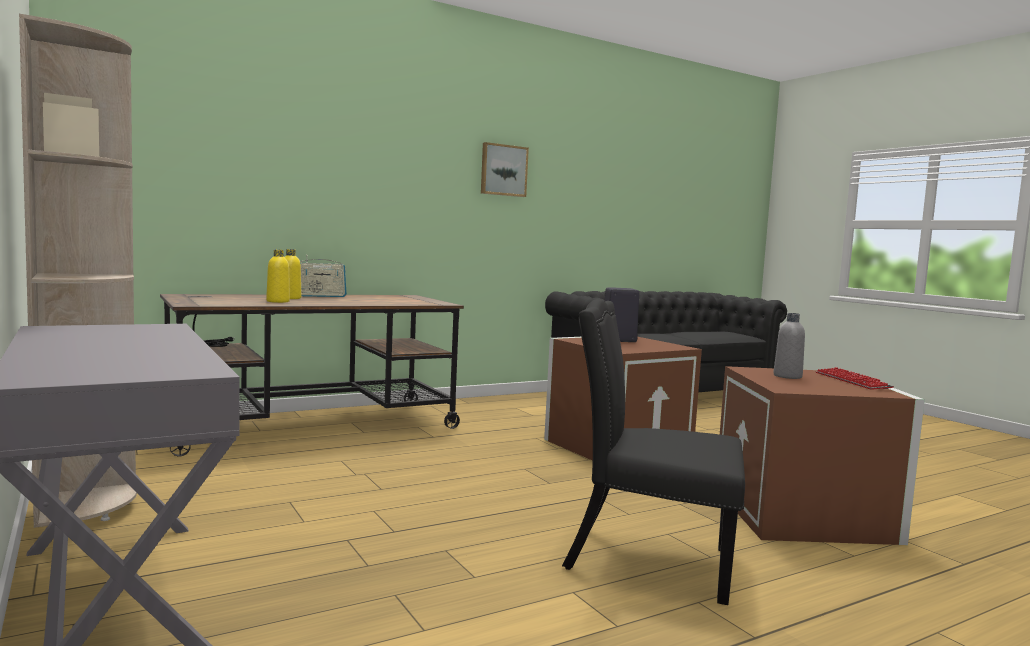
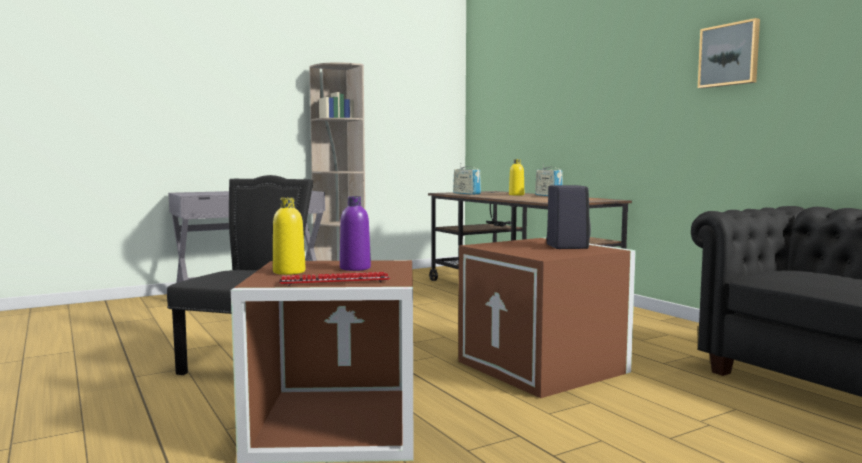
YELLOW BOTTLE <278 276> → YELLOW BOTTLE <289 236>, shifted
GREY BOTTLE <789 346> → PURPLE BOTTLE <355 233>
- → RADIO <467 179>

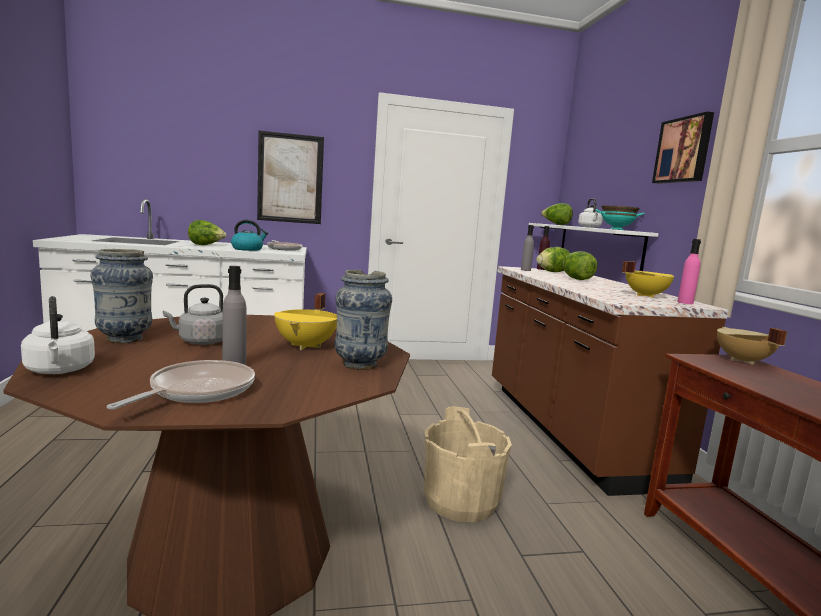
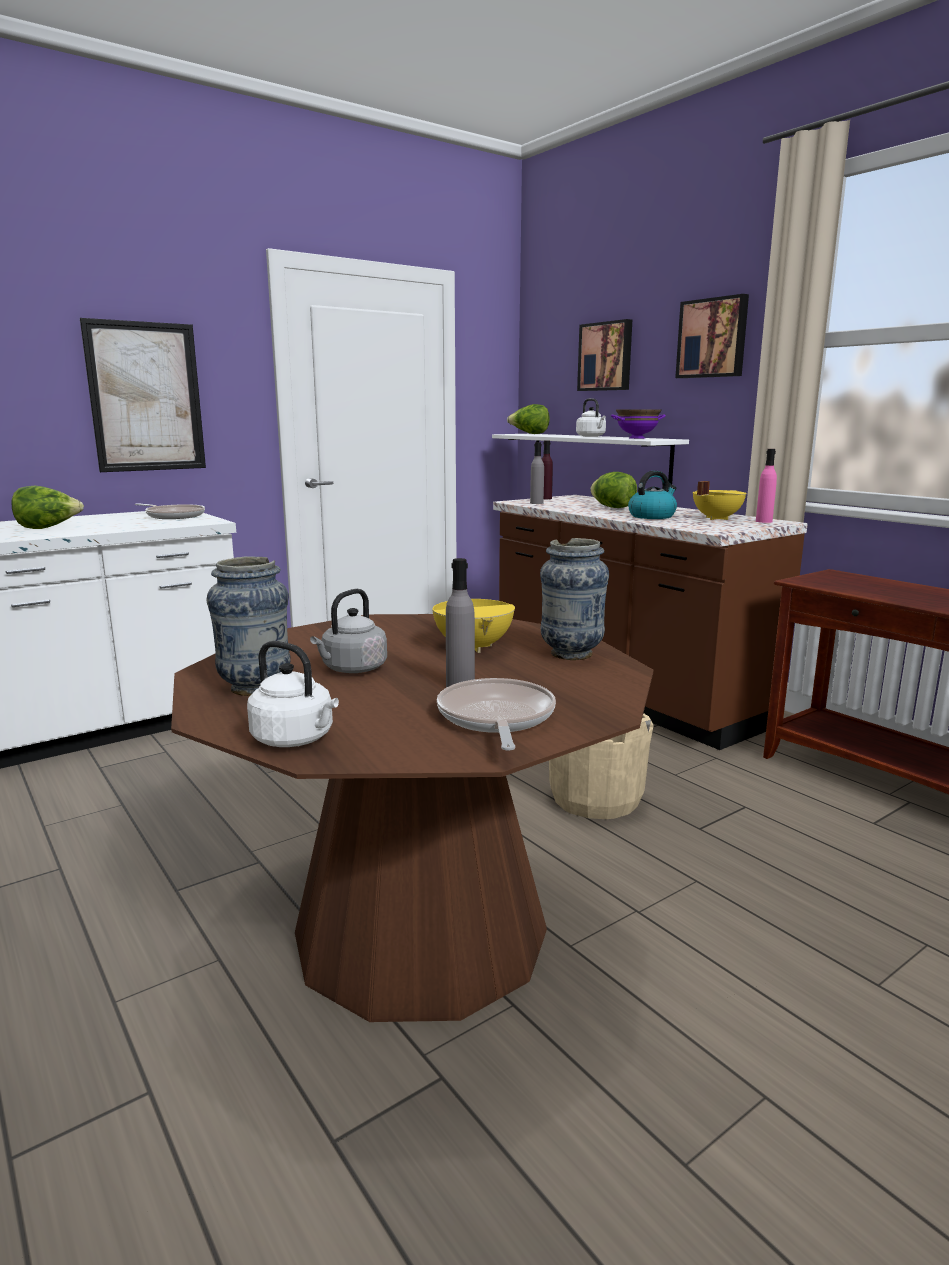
- → PICTURE <604 355>
TURQUOISE BOWL <620 218> → PURPLE BOWL <638 424>
KETTLE <249 235> → KETTLE <652 495>, shifted
LETTUCE <553 259> → -
BEIGE COOKING POT <752 346> → -

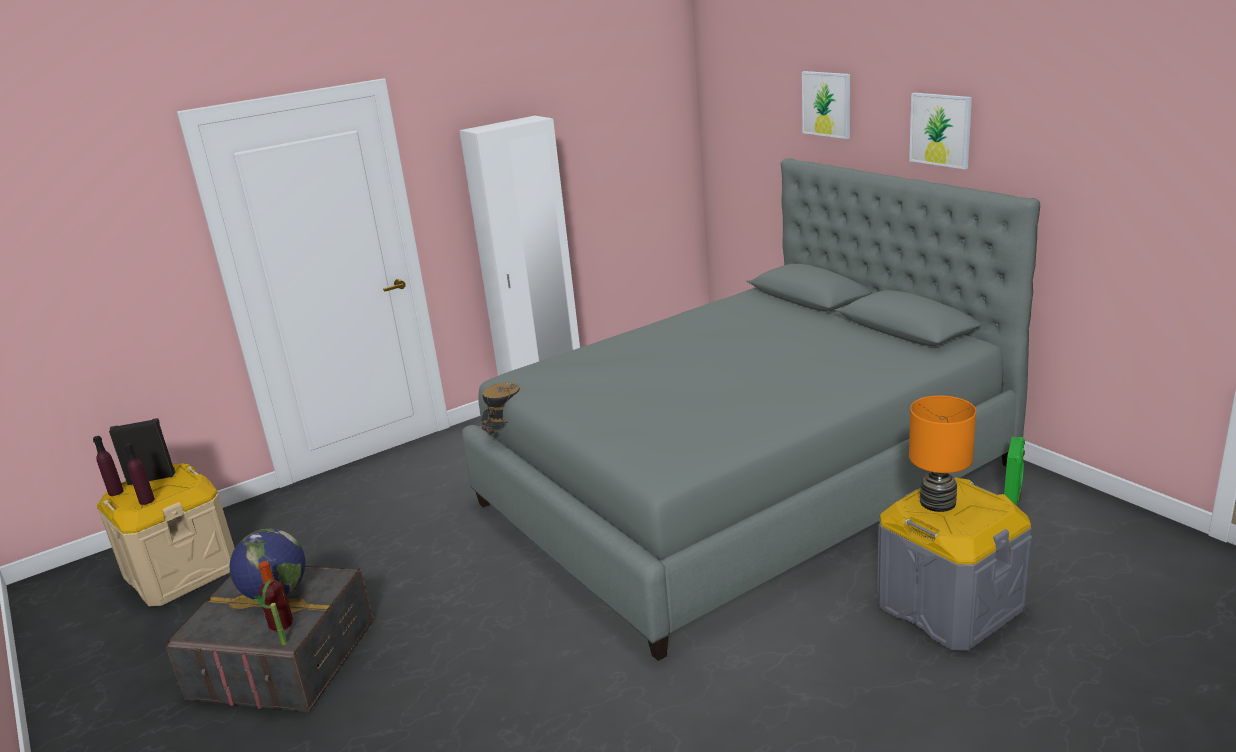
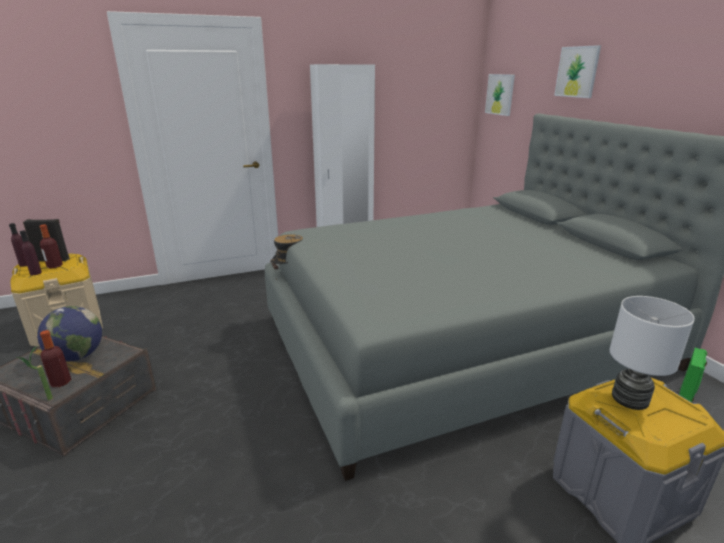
- → BOTTLE <51 246>
PICTURE <940 131> → PICTURE <500 95>, shifted
ORANGE TABLE LAMP <942 453> → WHITE TABLE LAMP <652 353>

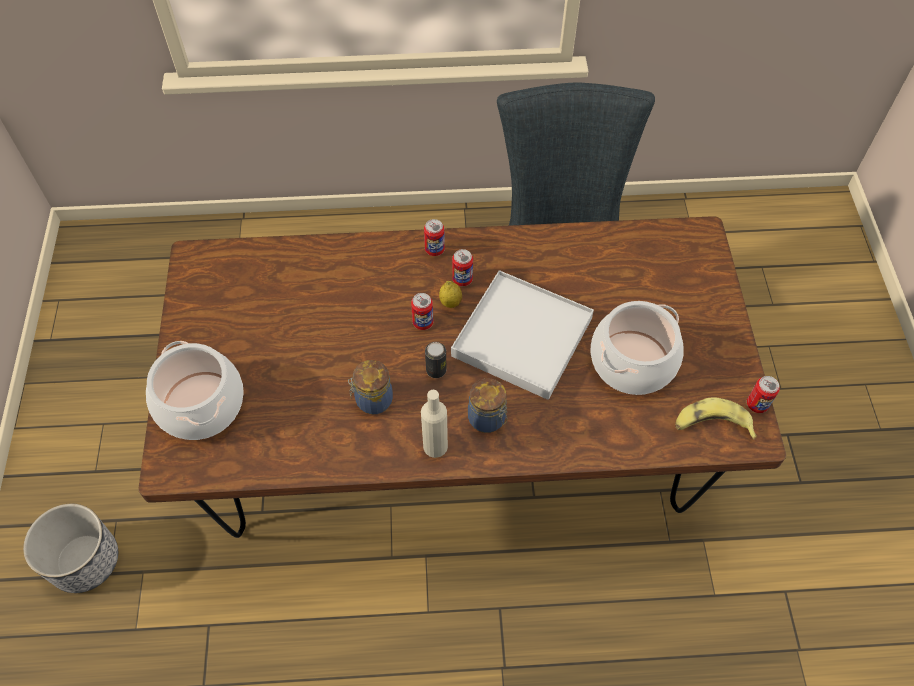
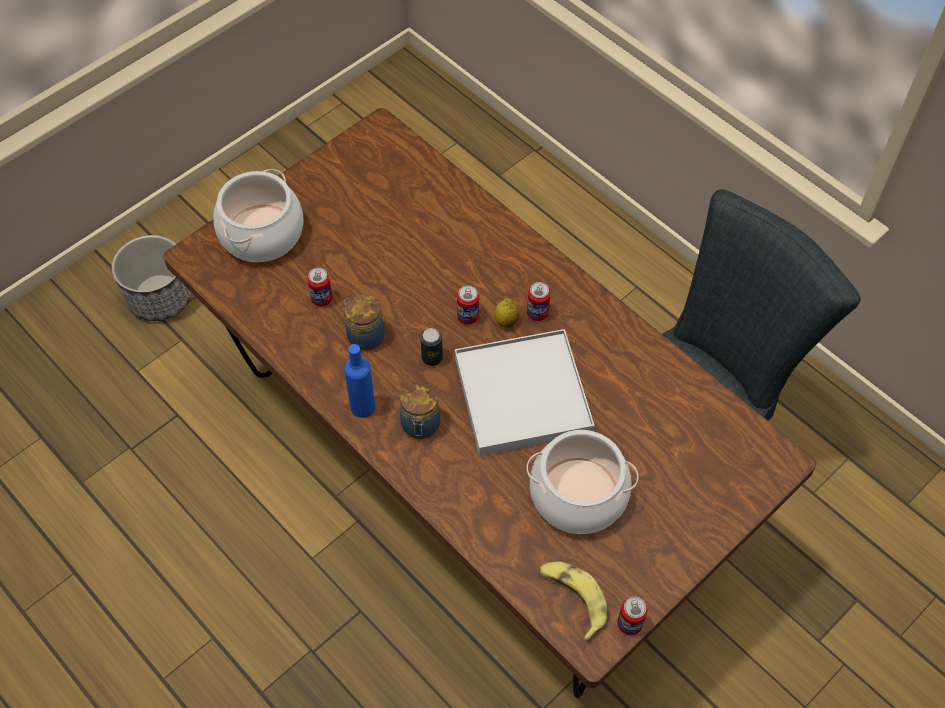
CAN <434 237> → CAN <320 287>, shifted
BEIGE BOTTLE <434 424> → BLUE BOTTLE <359 381>

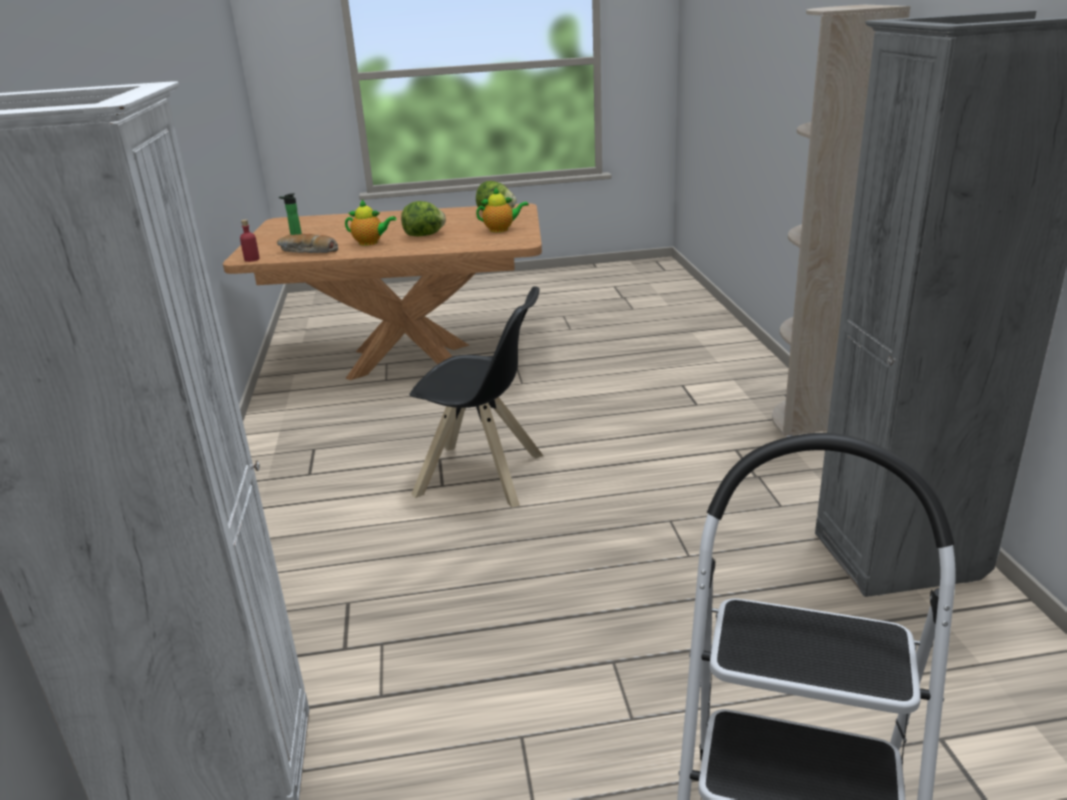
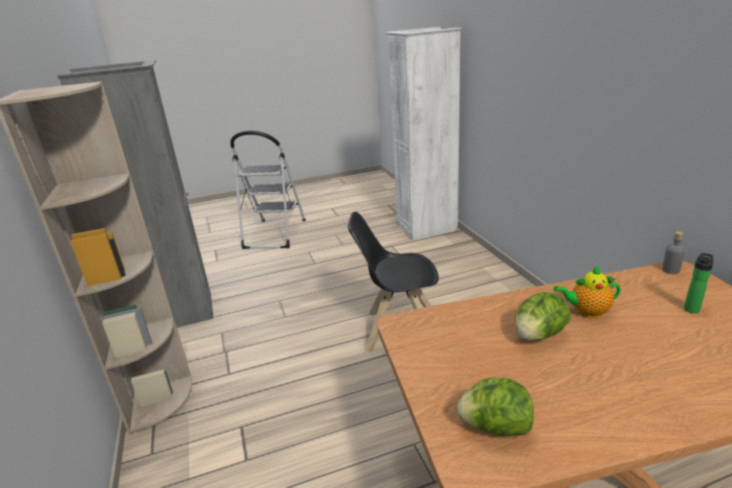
RED BOTTLE <250 240> → GREY BOTTLE <673 253>
BREAD <307 243> → -
TEAPOT <502 209> → -

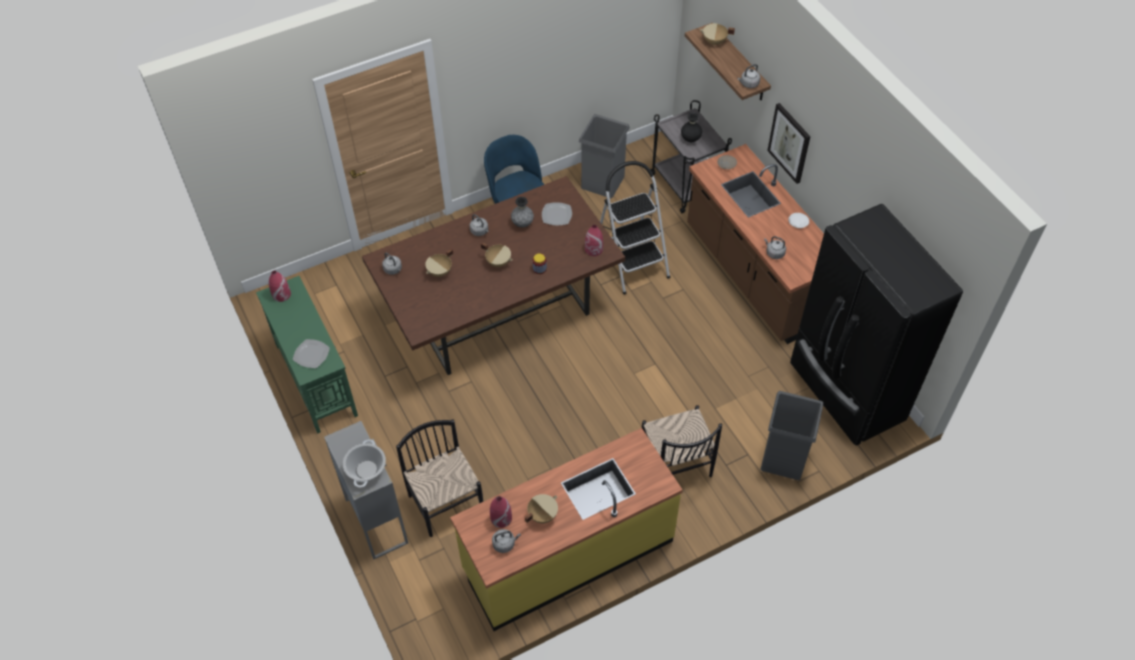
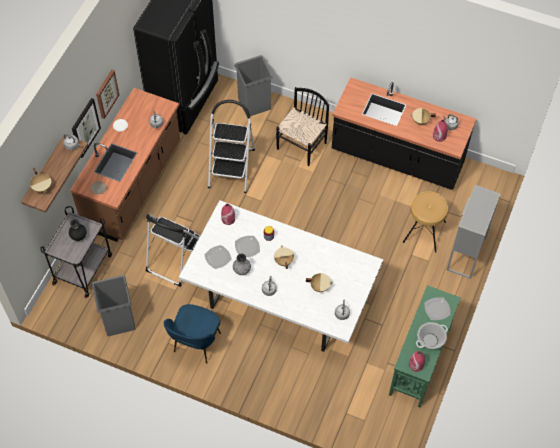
- → PICTURE <107 94>
BROWN DINING TABLE <493 275> → WHITE DINING TABLE <281 276>
- → STEP LADDER <231 146>
- → PLATE <247 246>
YELLOW COUNTER <566 529> → BLACK COUNTER <404 134>
BLACK CHAIR <439 478> → BROWN STOOL <425 222>
COOKING POT <364 463> → COOKING POT <432 335>, shifted

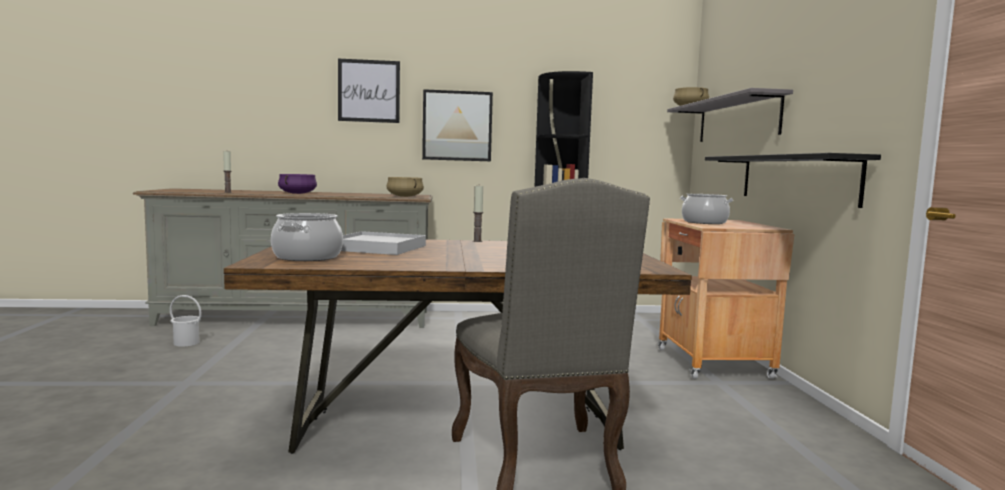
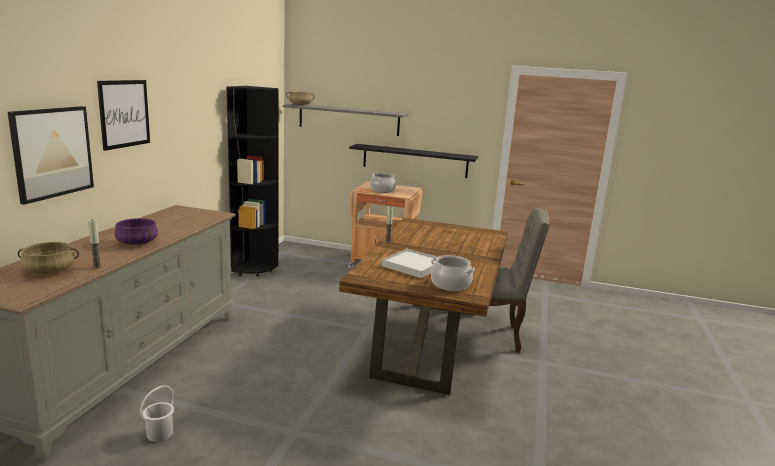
PICTURE <457 125> → PICTURE <51 155>, shifted
BEIGE COOKING POT <405 187> → BEIGE COOKING POT <48 258>, shifted

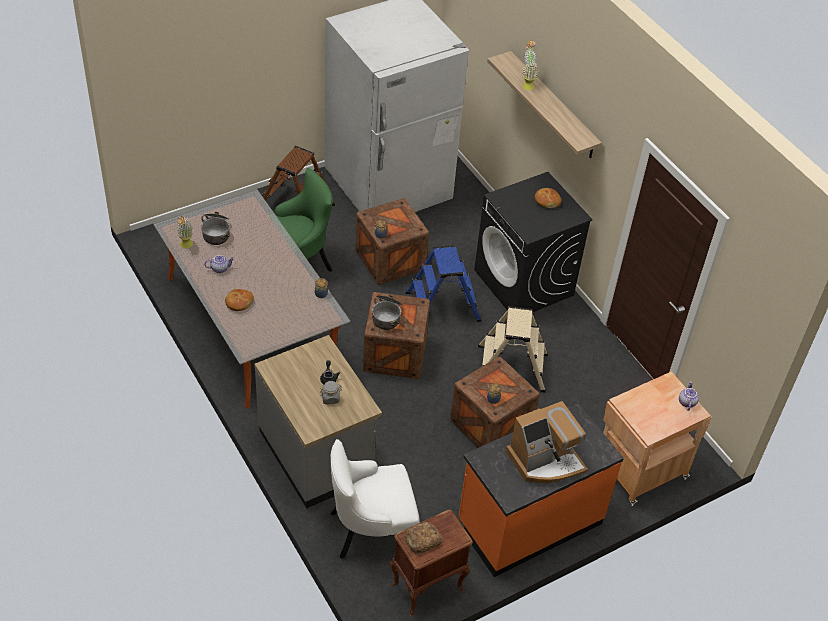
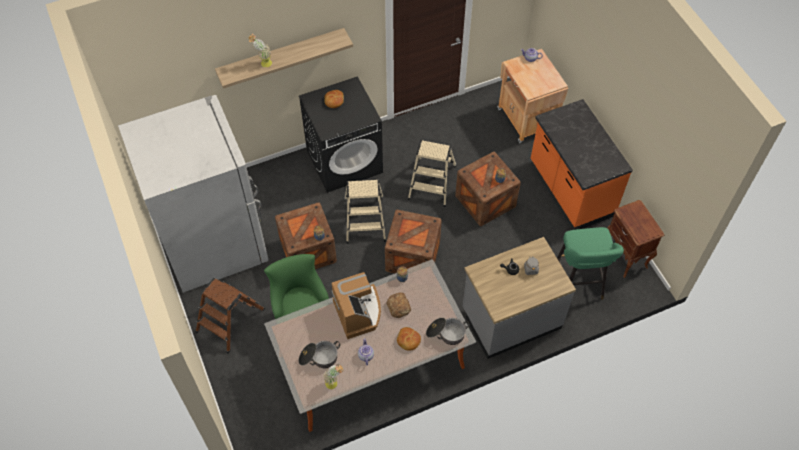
COFFEE MACHINE <547 442> → COFFEE MACHINE <356 305>, shifted
BLUE STEP LADDER <443 283> → BEIGE STEP LADDER <365 211>
BREAD <423 538> → BREAD <398 305>, shifted
COOKING POT <387 312> → COOKING POT <448 331>, shifted
WHITE CHAIR <375 499> → GREEN STOOL <590 263>

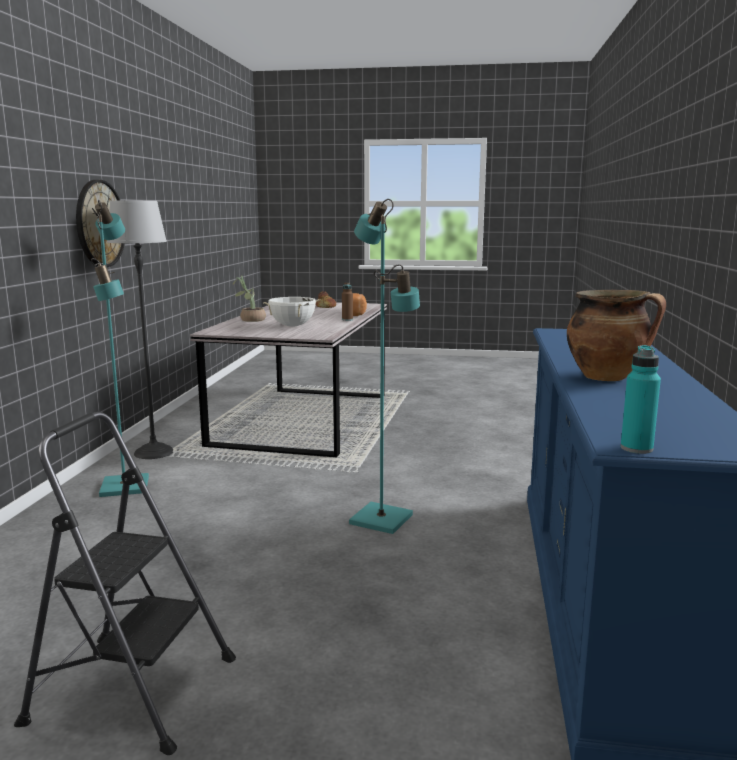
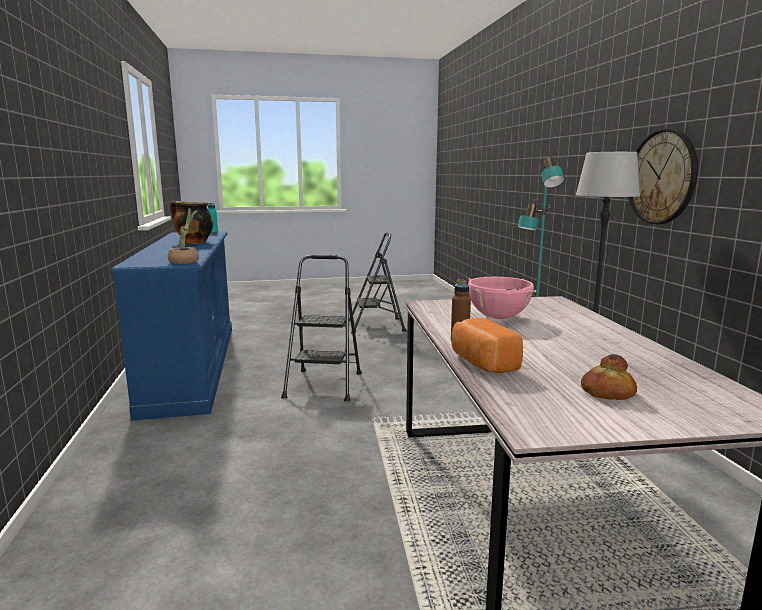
POTTED PLANT <249 299> → POTTED PLANT <185 236>, shifted
TURQUOISE FLOOR LAMP <384 366> → BLACK STEP LADDER <321 328>
WHITE COOKING POT <291 312> → PINK COOKING POT <502 298>

